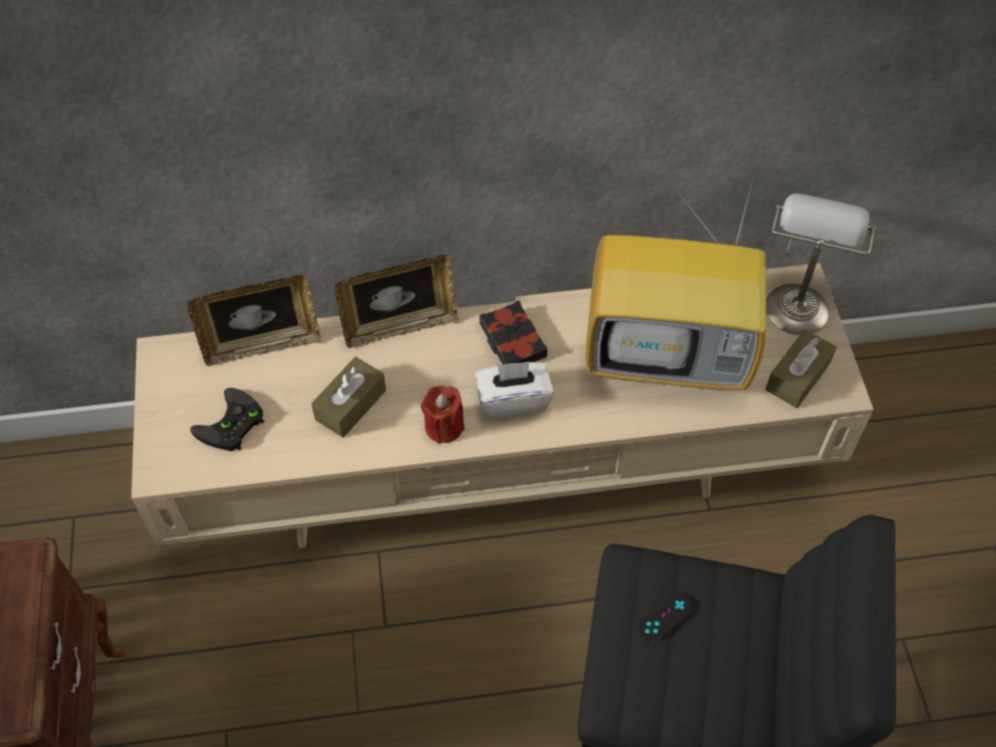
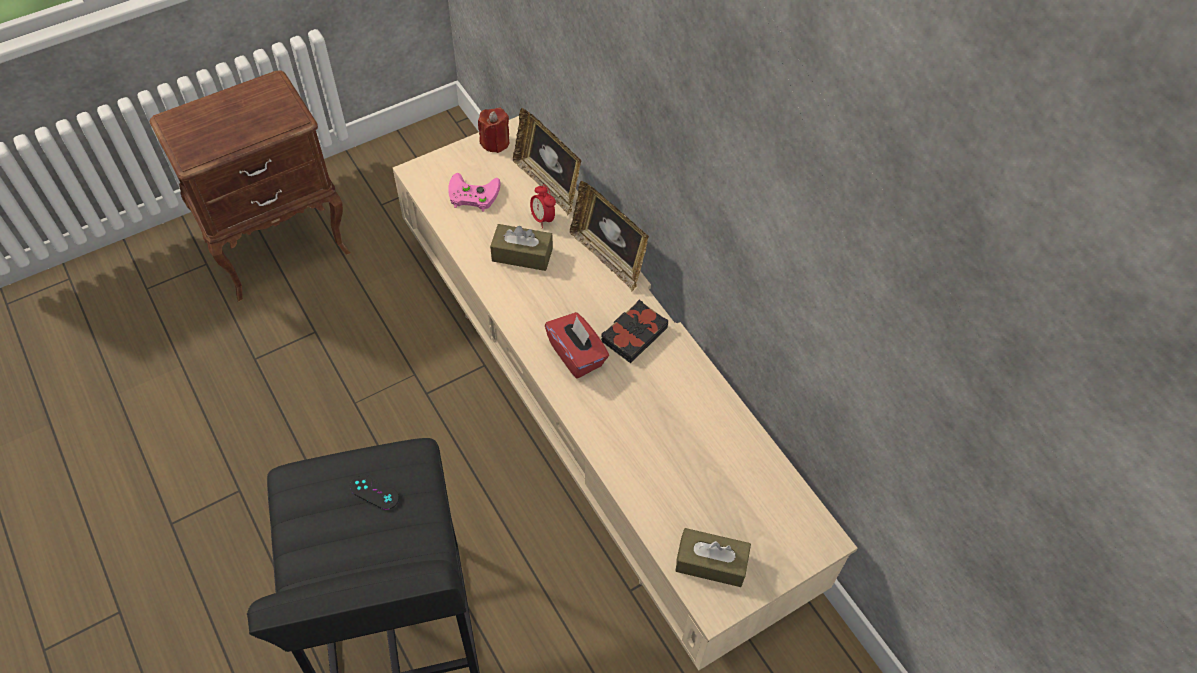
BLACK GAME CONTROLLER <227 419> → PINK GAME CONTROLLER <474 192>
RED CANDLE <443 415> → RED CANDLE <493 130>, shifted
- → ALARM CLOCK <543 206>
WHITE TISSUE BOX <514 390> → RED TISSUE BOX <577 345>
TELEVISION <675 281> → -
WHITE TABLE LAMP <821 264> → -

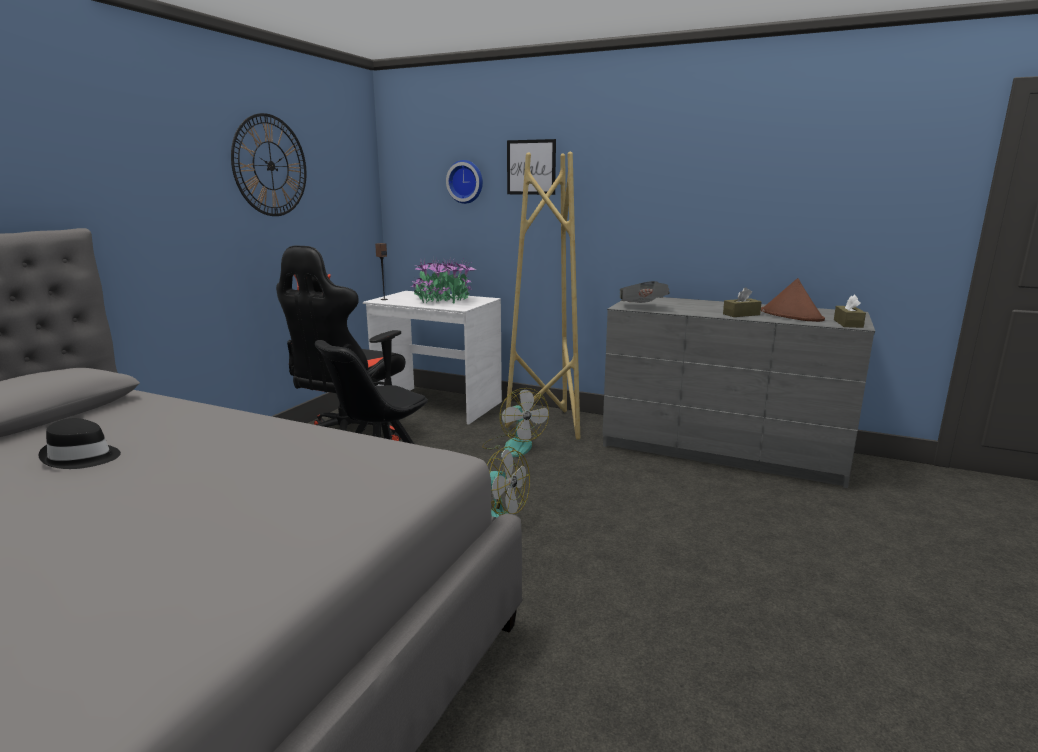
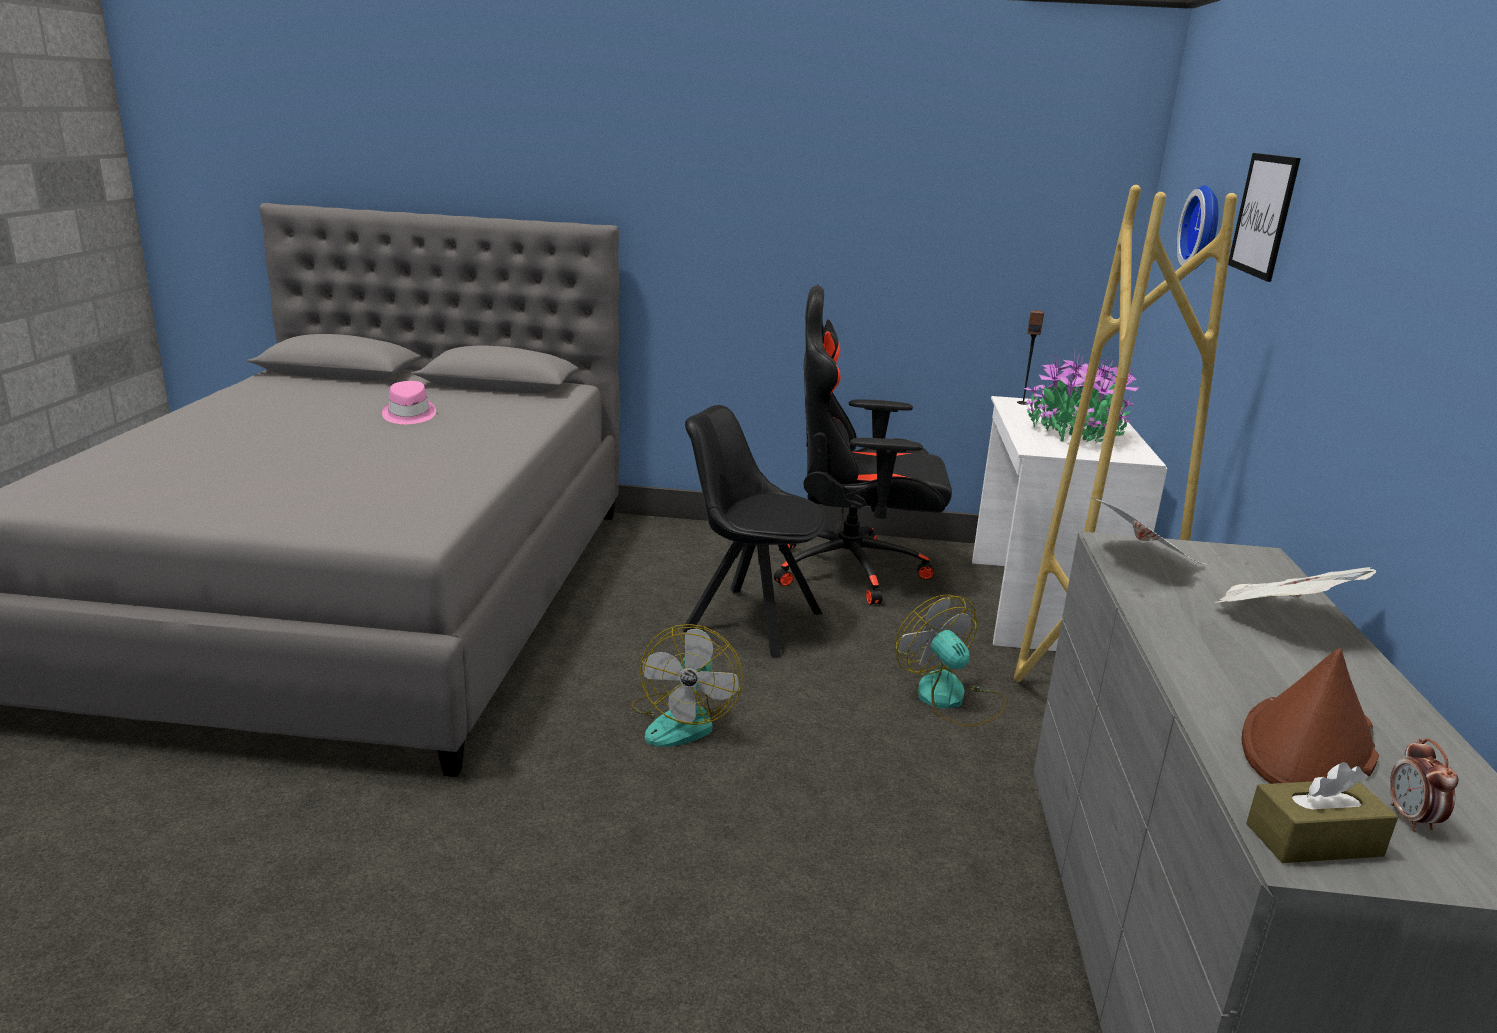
BLACK HAT <79 443> → PINK HAT <409 402>
FAN <515 422> → FAN <950 661>, 105 degrees clockwise
- → NEWSPAPER <1295 585>
- → ALARM CLOCK <1424 784>
WALL CLOCK <268 164> → -
BROWN TISSUE BOX <742 302> → -

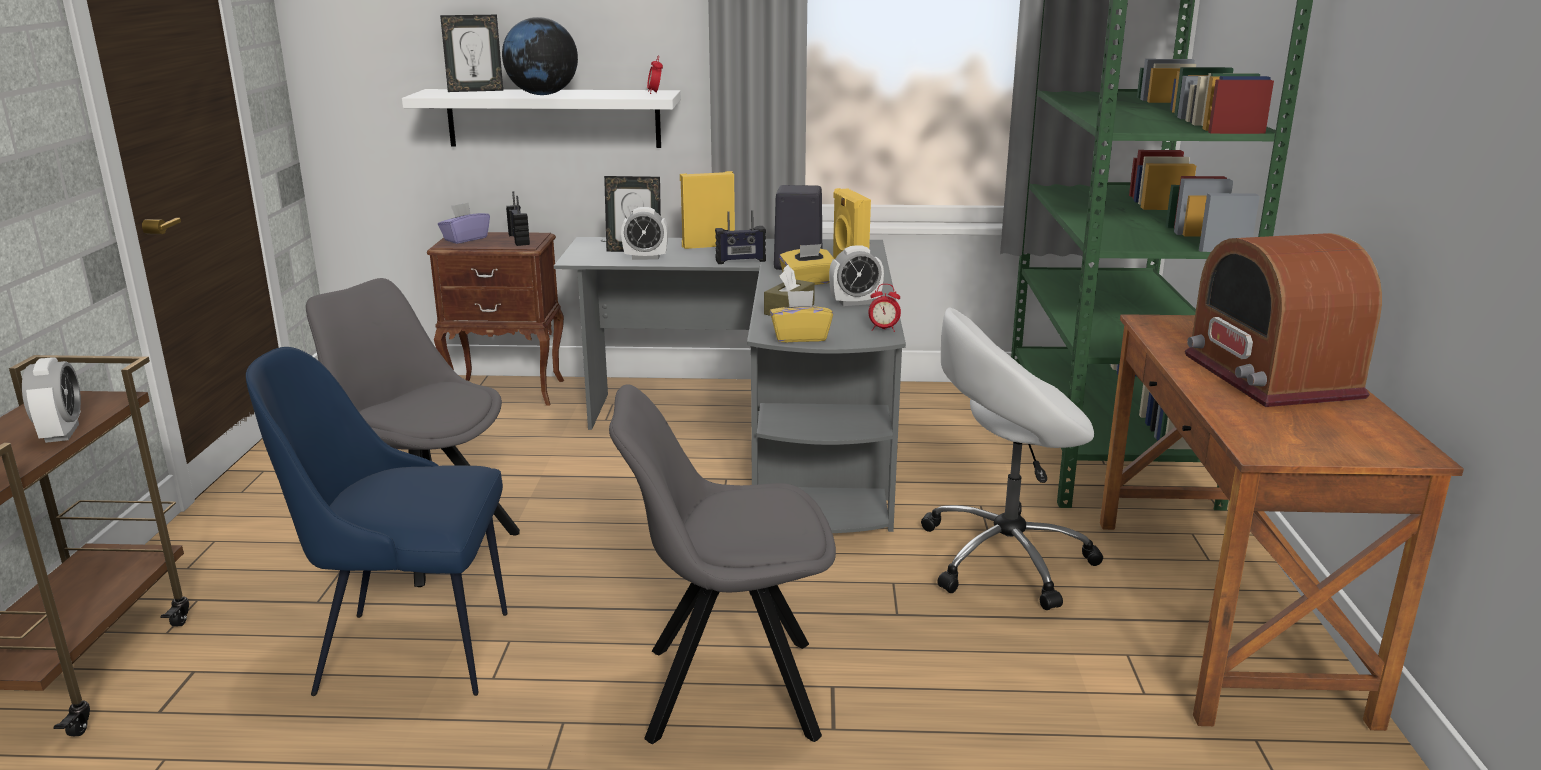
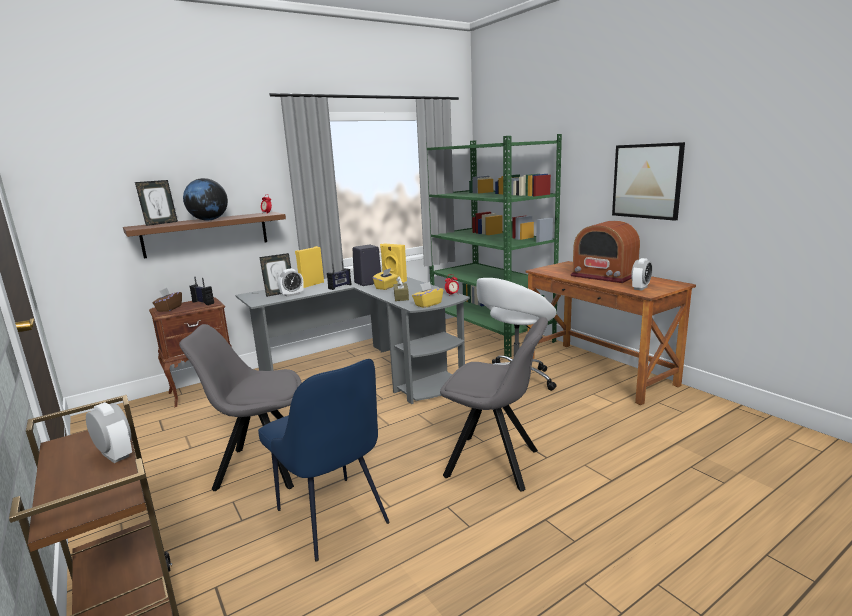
WHITE SHELF <541 118> → BROWN SHELF <204 235>
PURPLE TISSUE BOX <464 223> → BROWN TISSUE BOX <167 300>
BLUE CHAIR <377 521> → BLUE CHAIR <324 460>, 90 degrees counterclockwise
GREY CHAIR <722 564> → GREY CHAIR <494 404>, 120 degrees counterclockwise
- → PICTURE <648 181>
ALARM CLOCK <856 275> → ALARM CLOCK <641 274>, shifted

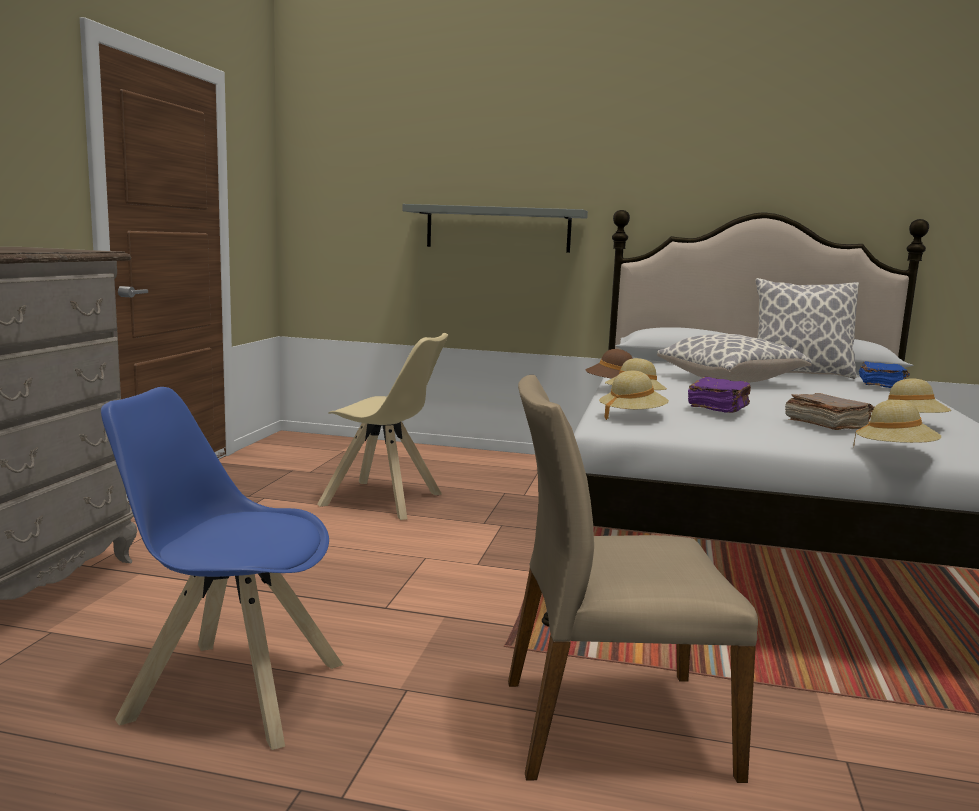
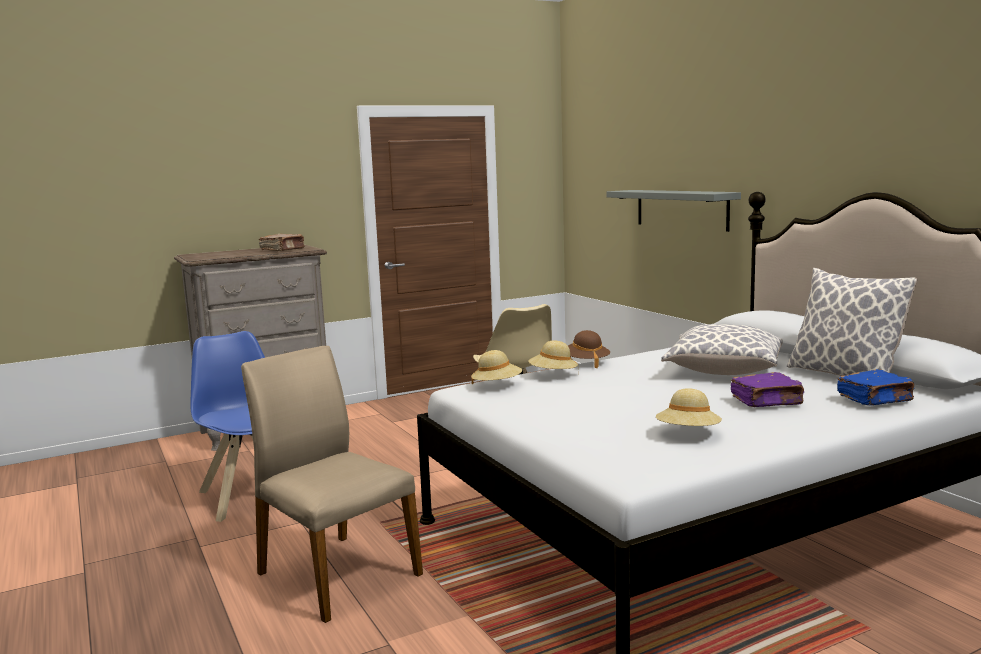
BROWN BOOK <829 411> → BROWN BOOK <282 242>, shifted
PURPLE BOOK <719 395> → PURPLE BOOK <767 389>, shifted
BEIGE HAT <897 423> → -

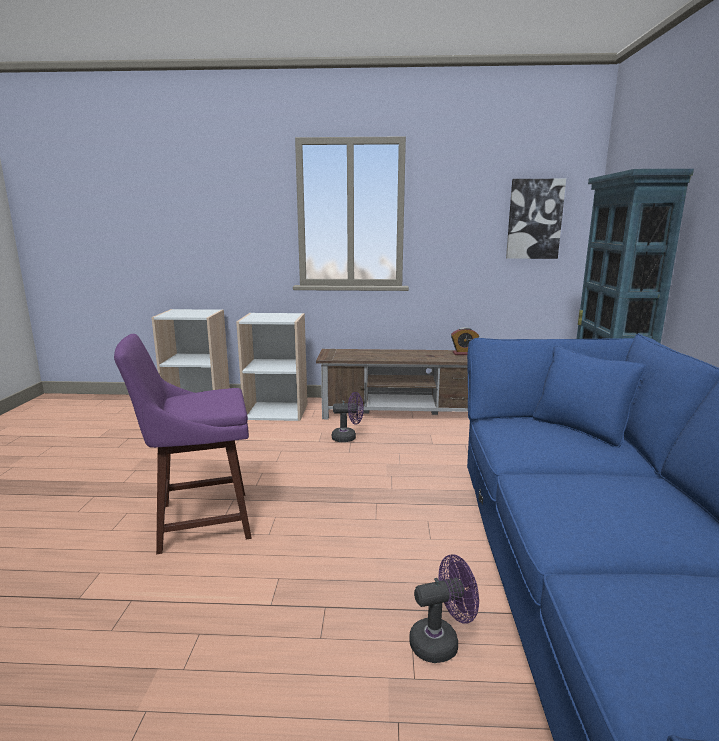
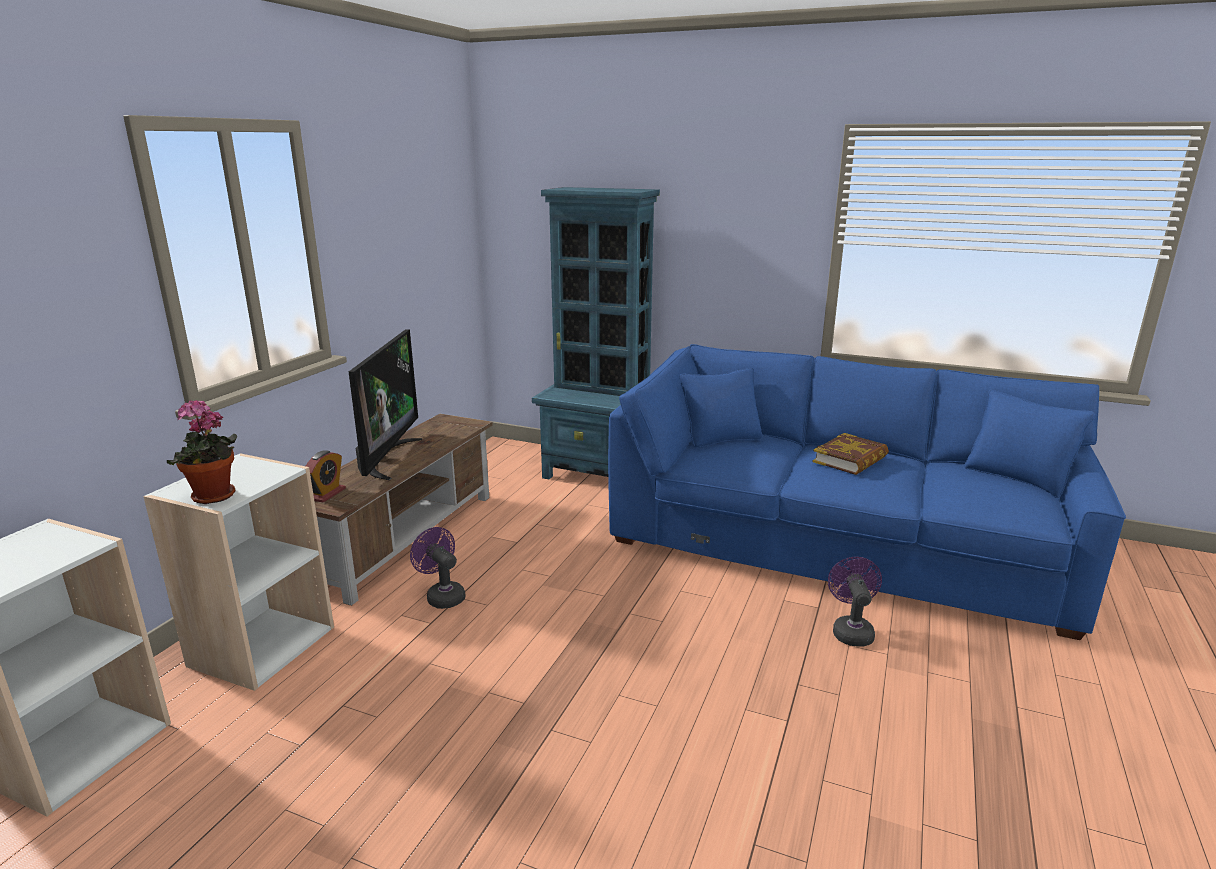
- → POTTED PLANT <202 452>
ALARM CLOCK <465 341> → ALARM CLOCK <326 476>, shifted
- → TELEVISION <385 404>
PURPLE FAN <348 417> → PURPLE FAN <438 568>, 60 degrees counterclockwise
- → BOOK <850 454>
PURPLE STOOL <183 444> → -
PICTURE <536 219> → -

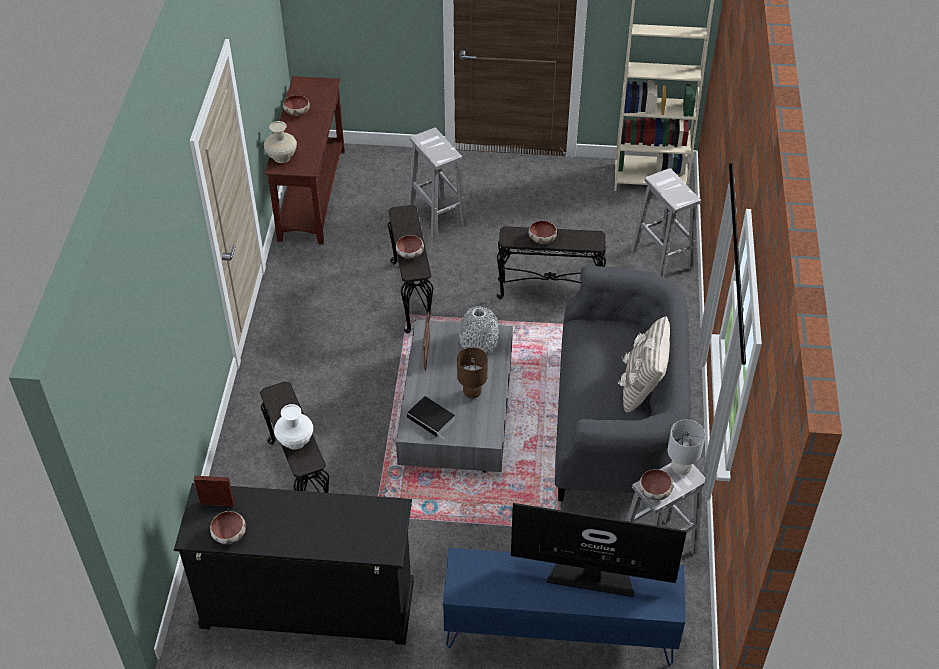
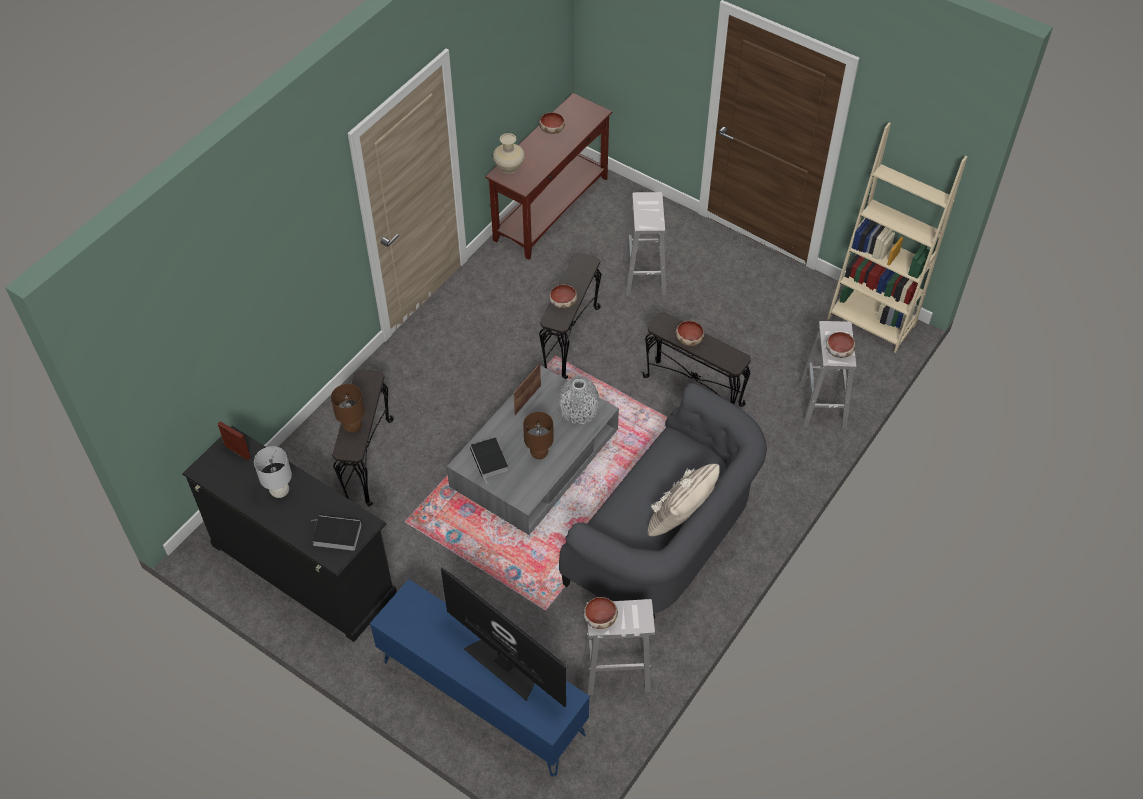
GREY TABLE LAMP <686 447> → GREY TABLE LAMP <273 472>, shifted
- → BOOK <337 533>
WHITE VASE <293 427> → BROWN TABLE LAMP <348 408>
BOWL <228 527> → BOWL <840 345>, shifted

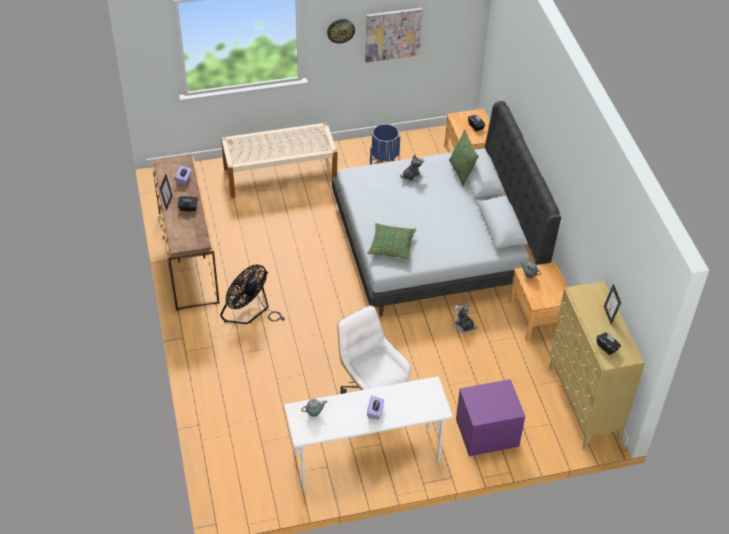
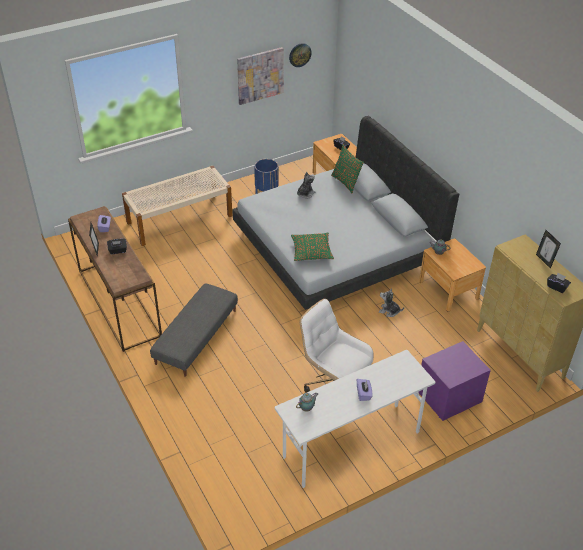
BLACK FAN <252 294> → GREY OTTOMAN <194 330>
WALL CLOCK <341 31> → WALL CLOCK <300 55>, shifted

